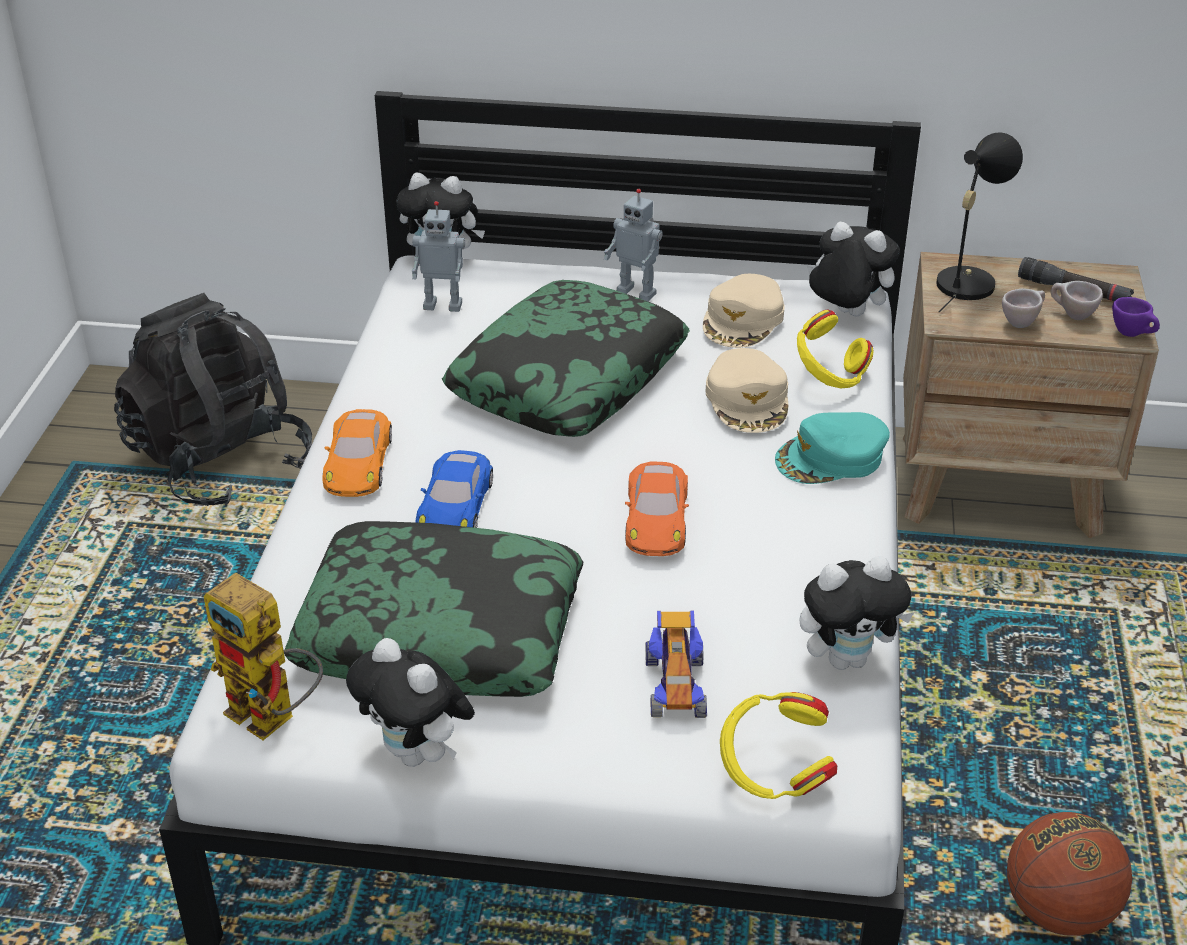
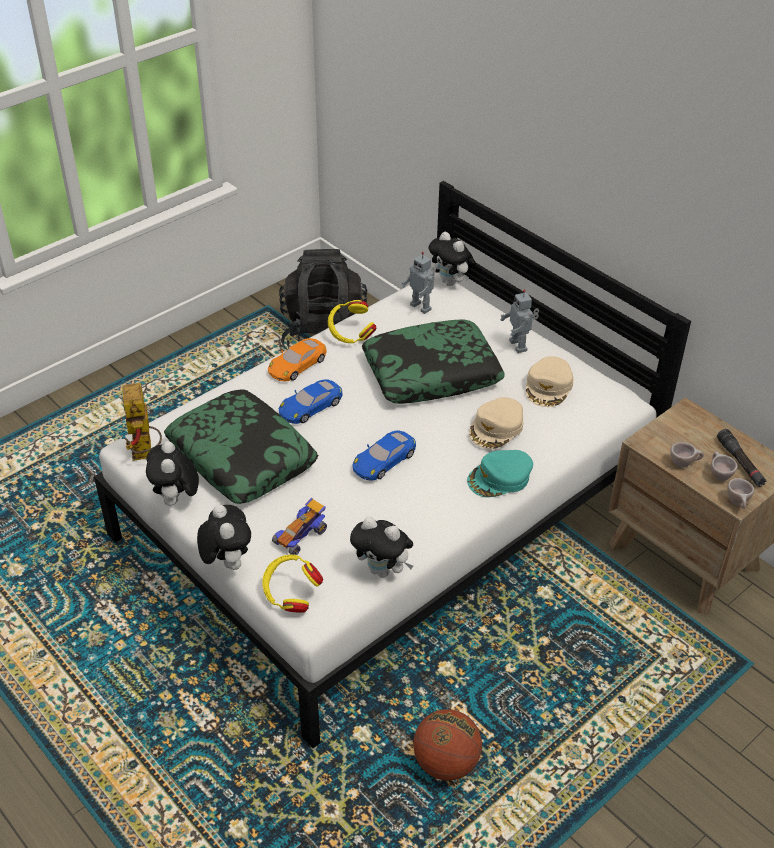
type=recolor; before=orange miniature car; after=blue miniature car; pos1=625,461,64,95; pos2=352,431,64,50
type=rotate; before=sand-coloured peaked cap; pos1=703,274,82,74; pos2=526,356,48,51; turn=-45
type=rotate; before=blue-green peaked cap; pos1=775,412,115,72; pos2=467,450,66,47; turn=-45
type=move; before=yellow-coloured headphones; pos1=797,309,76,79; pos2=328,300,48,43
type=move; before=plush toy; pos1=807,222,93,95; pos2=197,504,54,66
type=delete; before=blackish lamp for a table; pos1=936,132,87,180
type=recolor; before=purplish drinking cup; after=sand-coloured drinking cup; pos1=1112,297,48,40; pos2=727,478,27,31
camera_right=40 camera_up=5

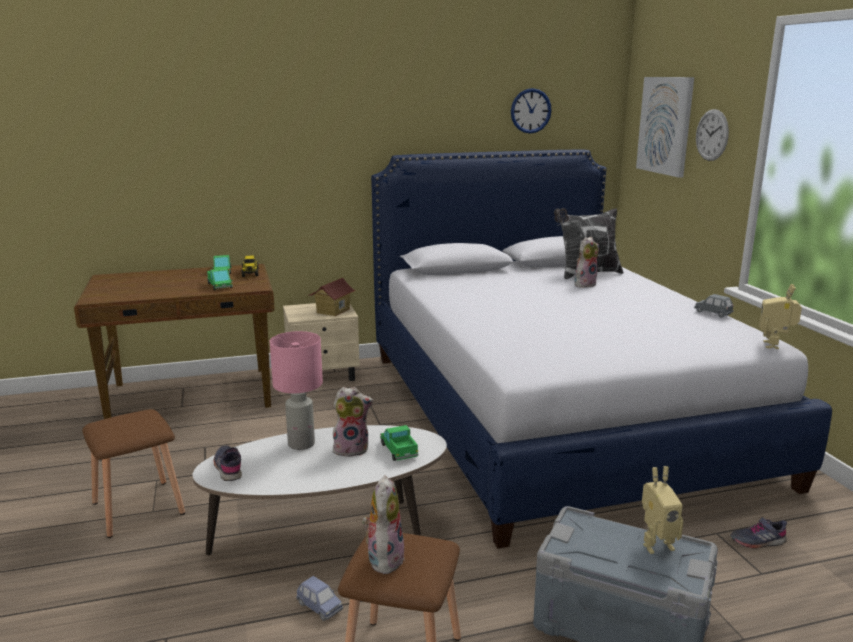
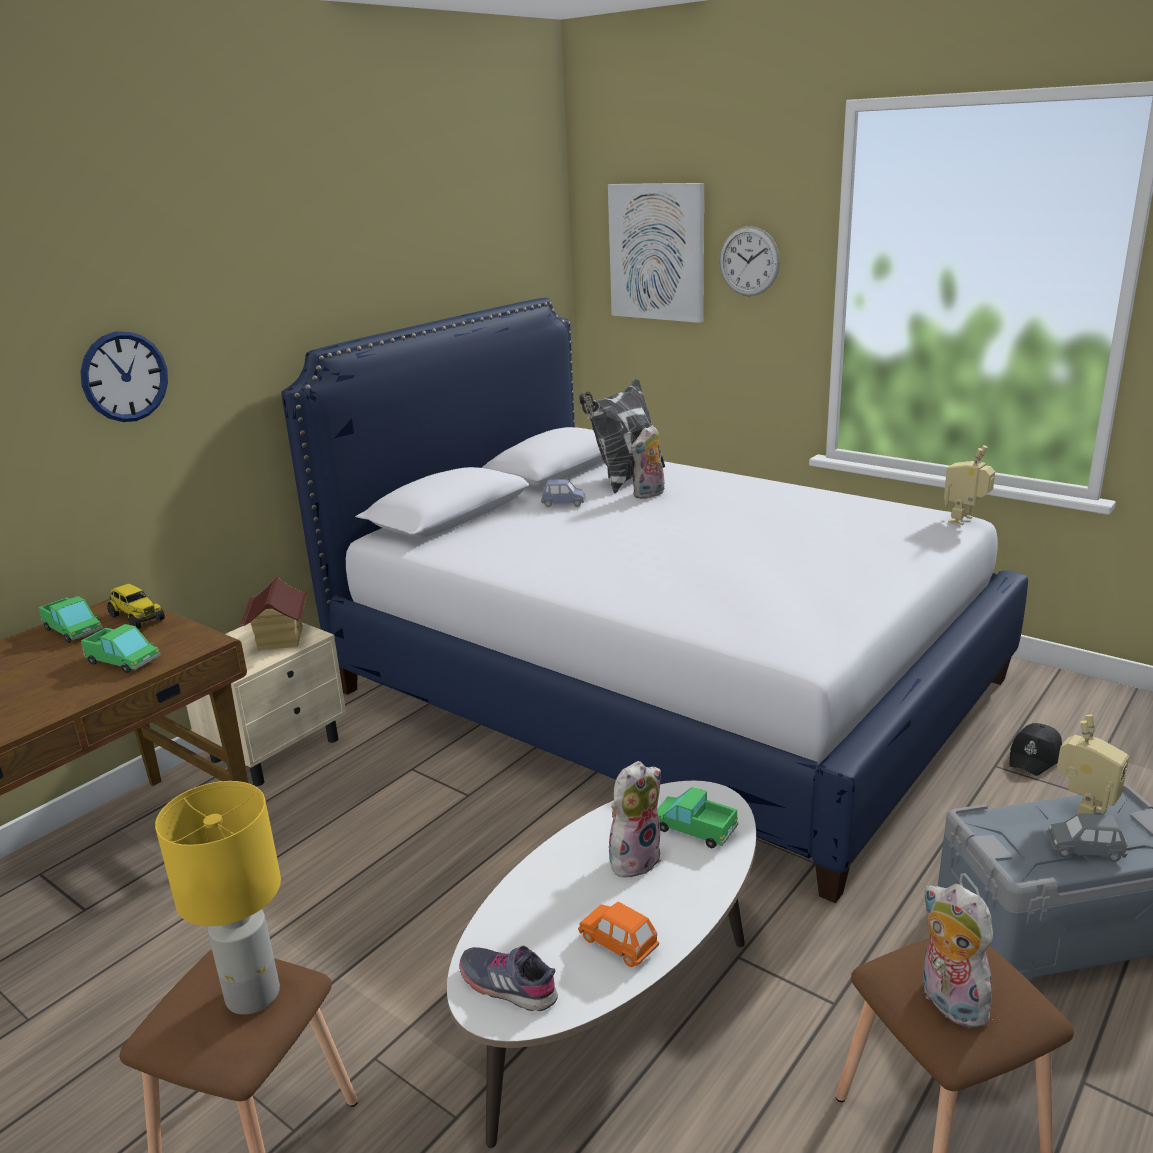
type=delete; before=pink lamp for a table; pos1=270,331,53,119
type=move; before=blue miniature car; pos1=296,576,47,45; pos2=541,479,45,28
type=move; before=clock on the wall; pos1=511,88,41,46; pos2=80,331,88,91
type=rotate; before=plush toy; pos1=574,237,25,51; pos2=631,425,33,74; turn=-150
type=move; before=gray miniature car; pos1=694,294,40,24; pos2=1046,813,82,49
type=replace; before=gray shoe; after=blackish peaked cap; pos1=730,517,57,32; pos2=1009,723,53,53
type=rotate; before=model robot; pos1=759,284,43,65; pos2=944,445,51,80; turn=60
type=insert; after=yellow-coloured lamp for a table; pos2=155,781,126,234
type=insert; after=orange miniature car; pos2=578,902,81,65
camera_right=-35 camera_up=5

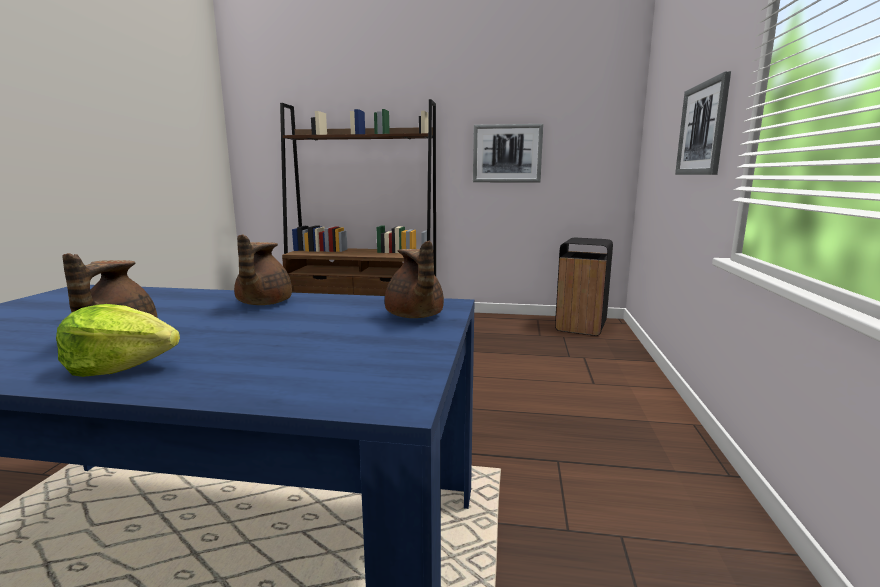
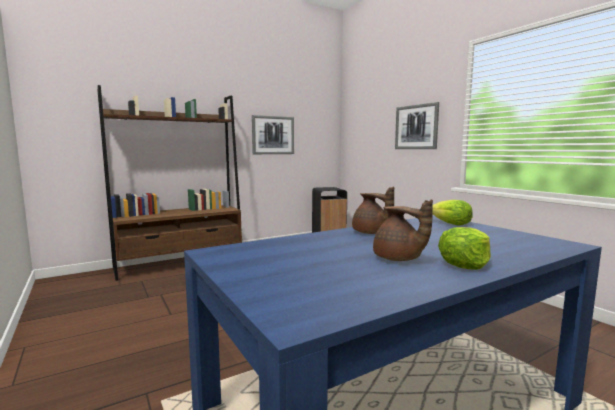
type=replace; before=brown-coloured tea pot; after=lettuce; pos1=385,241,59,77; pos2=432,200,41,26
camera_right=-40 camera_up=-5

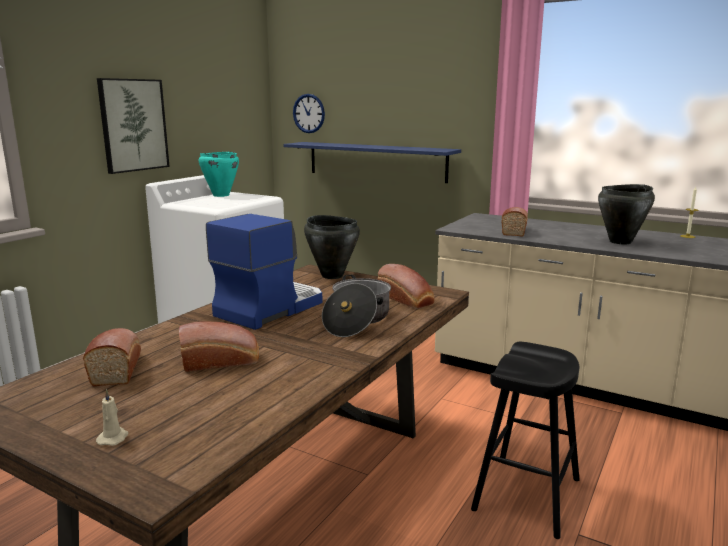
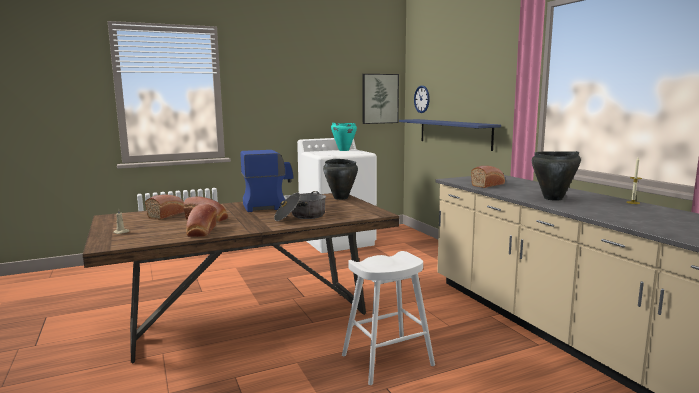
type=move; before=wall art; pos1=97,78,73,96; pos2=362,74,37,50
type=move; before=bread; pos1=378,264,57,45; pos2=186,204,31,33
type=recolor; before=blackish stool seat; after=whitish stool seat; pos1=471,342,109,197; pos2=342,251,93,134
camera_right=35 camera_up=-5

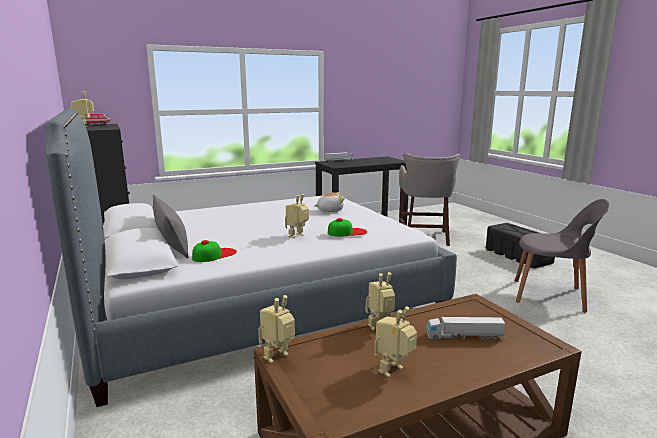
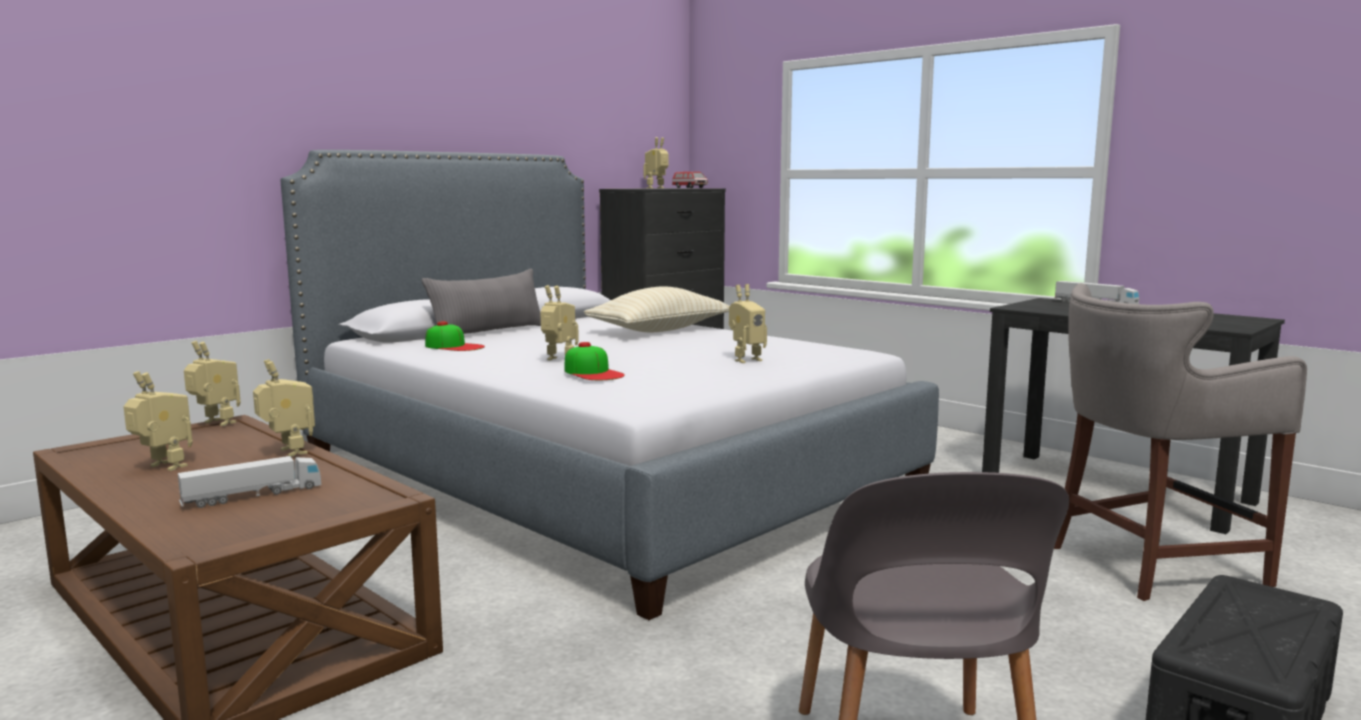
type=replace; before=plush toy; after=model robot; pos1=314,192,31,20; pos2=729,284,38,79
type=rotate; before=toy lorry; pos1=427,317,79,23; pos2=178,456,143,52; turn=75
type=insert; after=sand-coloured pillow; pos2=584,286,146,47
camera_right=70 camera_up=-5

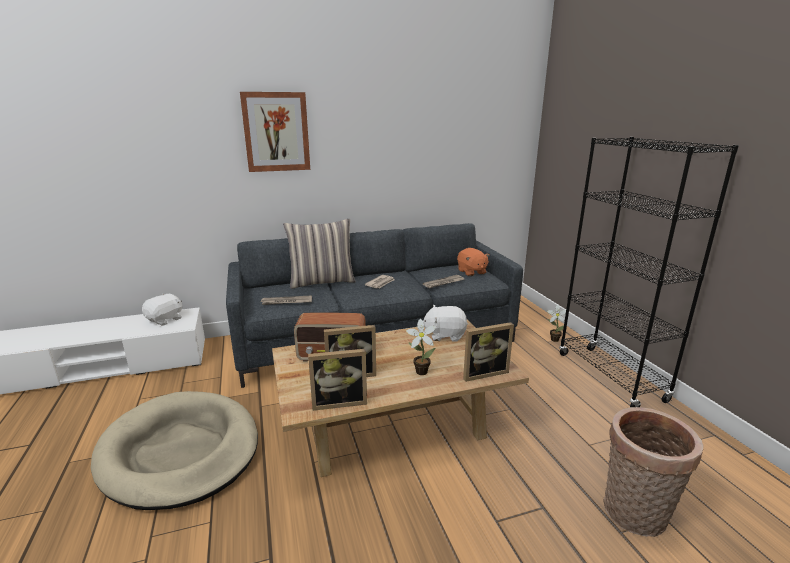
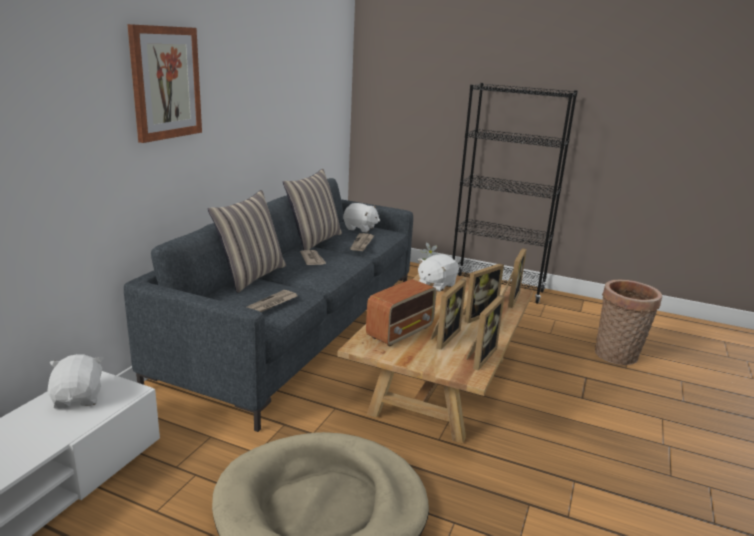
type=replace; before=potted plant; after=standing frame; pos1=406,319,30,56; pos2=463,263,41,60
type=recolor; before=orange plush toy; after=whitish plush toy; pos1=457,248,33,28; pos2=343,203,37,29
type=insert; after=pillow; pos2=283,169,59,81
camera_right=-50 camera_up=0

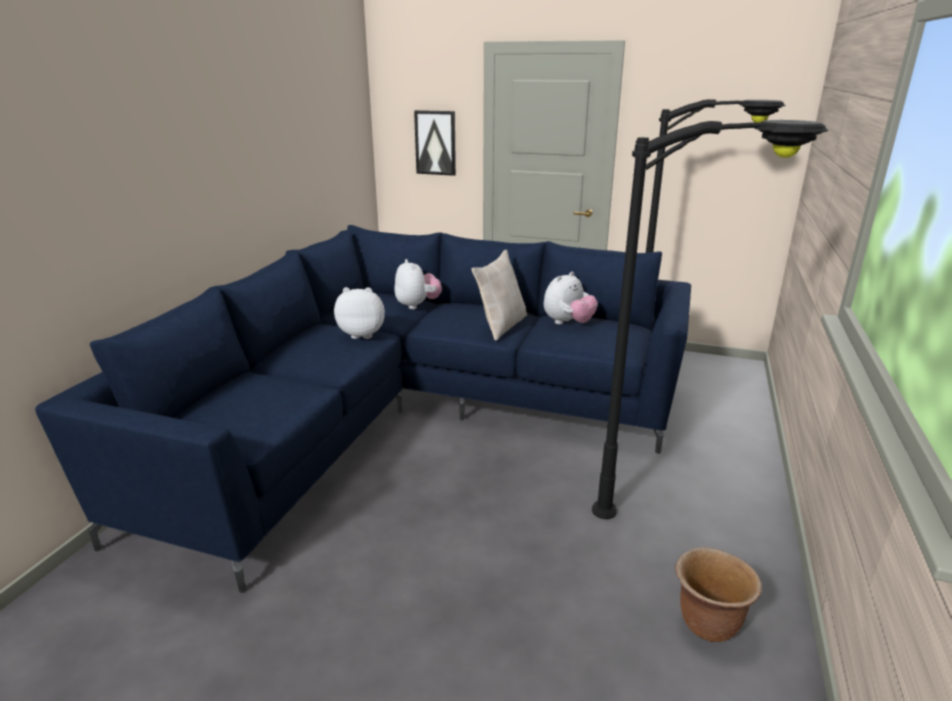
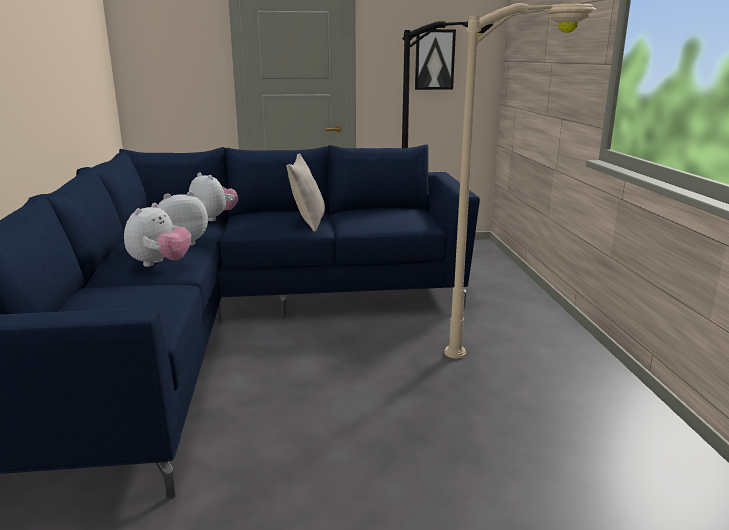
type=move; before=wall art; pos1=414,110,42,66; pos2=415,29,41,61
type=move; before=plush toy; pos1=544,272,54,52; pos2=124,203,67,64
type=recolor; before=blackish floor lamp; after=sand-coloured floor lamp; pos1=592,120,236,399; pos2=444,3,152,356
type=delete; before=brown-coloured plant pot; pos1=675,547,87,95
camera_right=-25 camera_up=-5

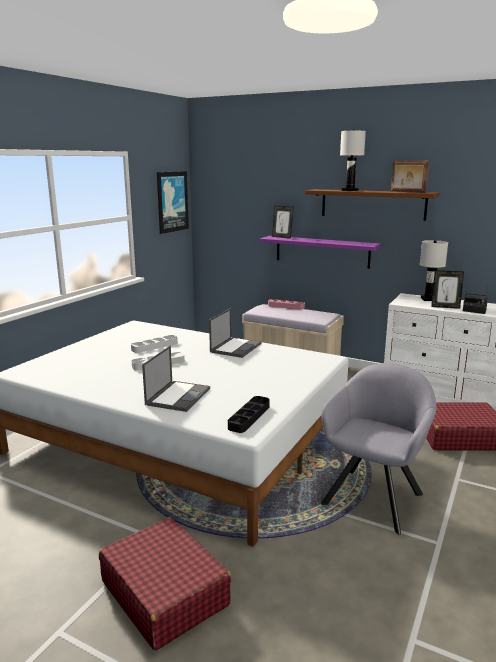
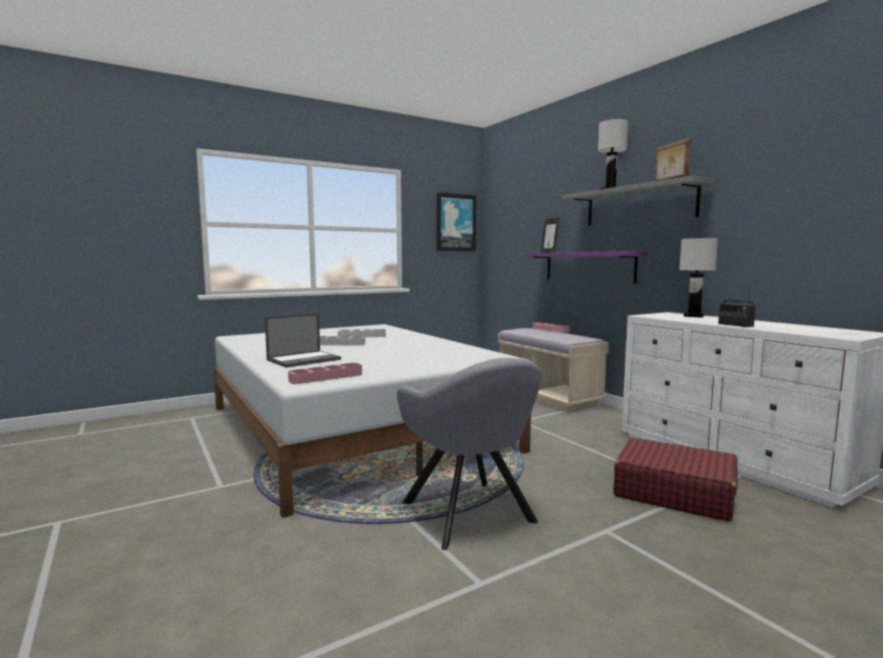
type=delete; before=reddish piece of luggage; pos1=99,517,133,134
type=delete; before=laptop; pos1=209,308,53,50
type=recolor; before=blackish serving tray; after=pink serving tray; pos1=228,396,42,37; pos2=288,363,74,21
type=recolor; before=brown-coloured bracket shelf; after=gray bracket shelf; pos1=305,189,135,32; pos2=562,176,152,49
type=rotate; before=gray armchair; pos1=321,363,116,172; pos2=397,358,145,192; turn=90
type=delete; before=standing frame; pos1=431,270,33,39
camera_right=30 camera_up=-10

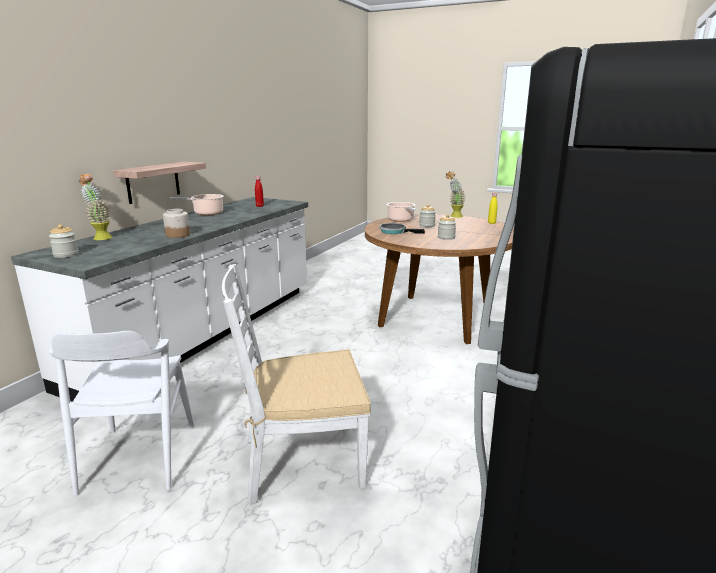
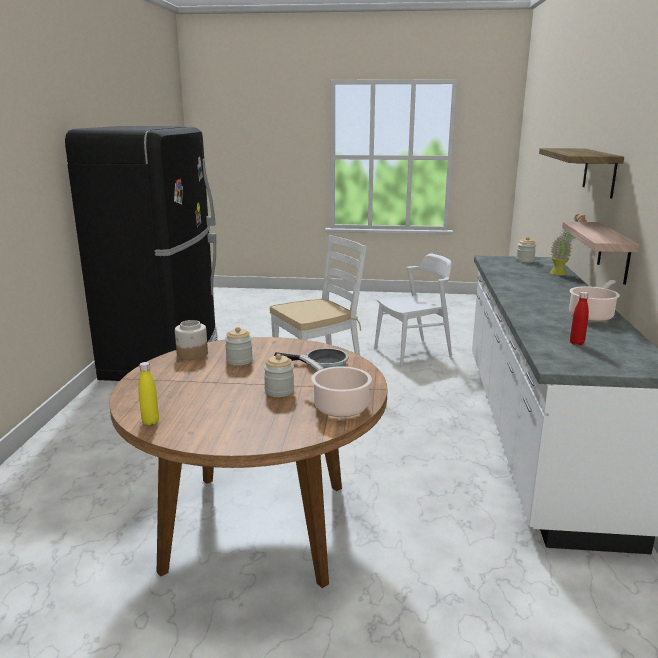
type=rotate; before=whitish upright chair; pos1=49,331,145,165; pos2=374,254,78,113; turn=90
type=move; before=preserve jar; pos1=163,209,27,29; pos2=175,320,33,40
type=delete; before=potted plant; pos1=446,171,19,47
type=insert; after=bracket shelf; pos2=539,148,85,51
camera_right=160 camera_up=0

